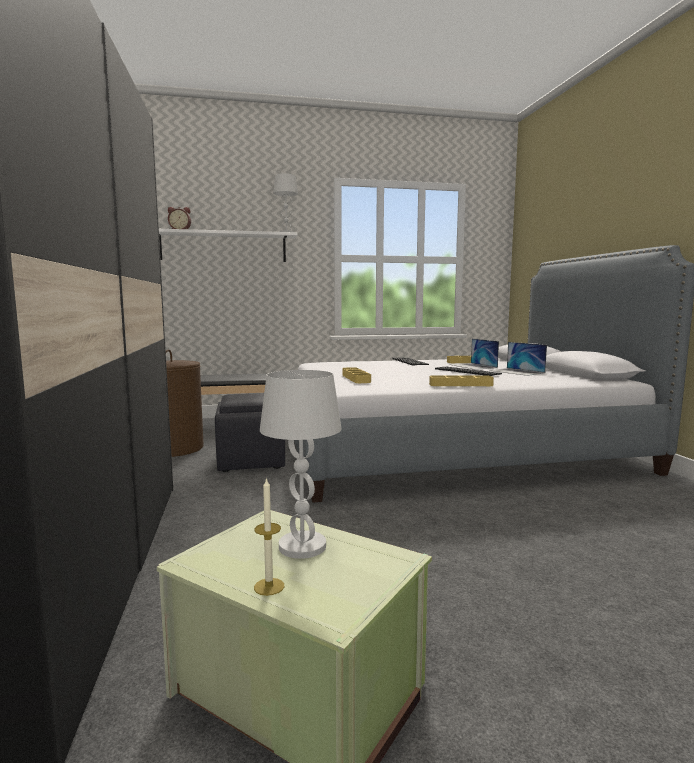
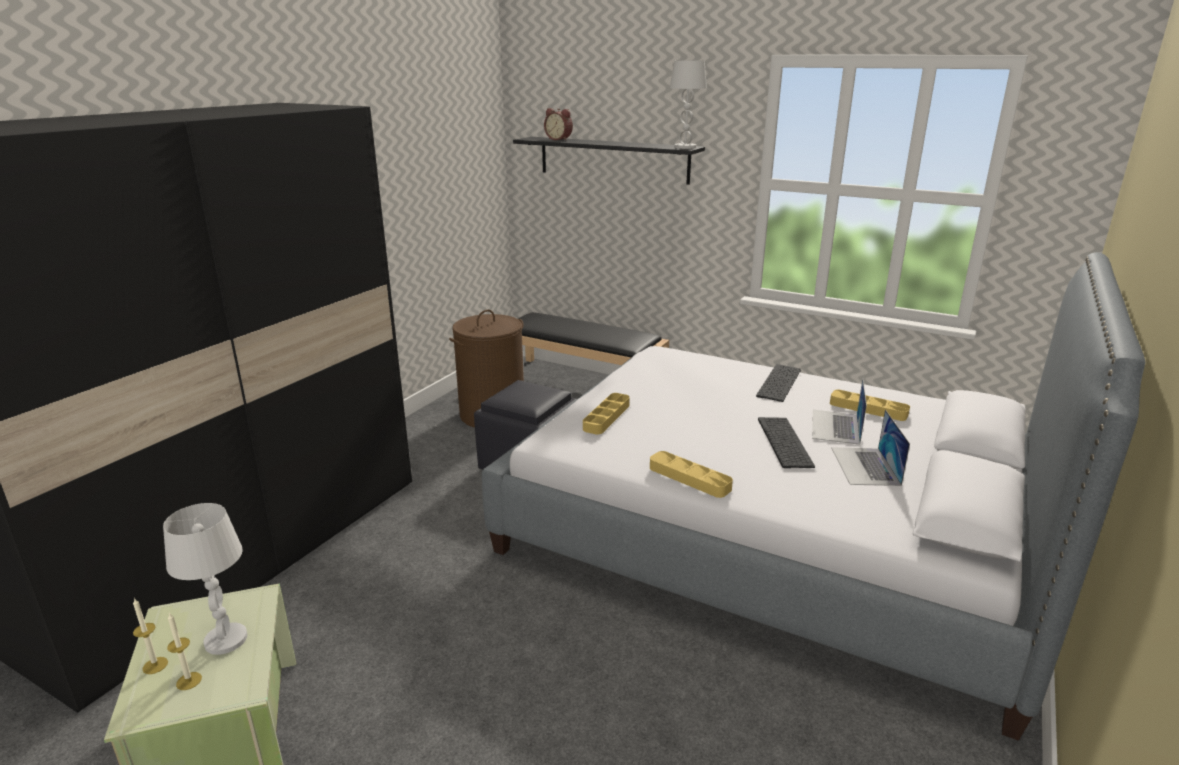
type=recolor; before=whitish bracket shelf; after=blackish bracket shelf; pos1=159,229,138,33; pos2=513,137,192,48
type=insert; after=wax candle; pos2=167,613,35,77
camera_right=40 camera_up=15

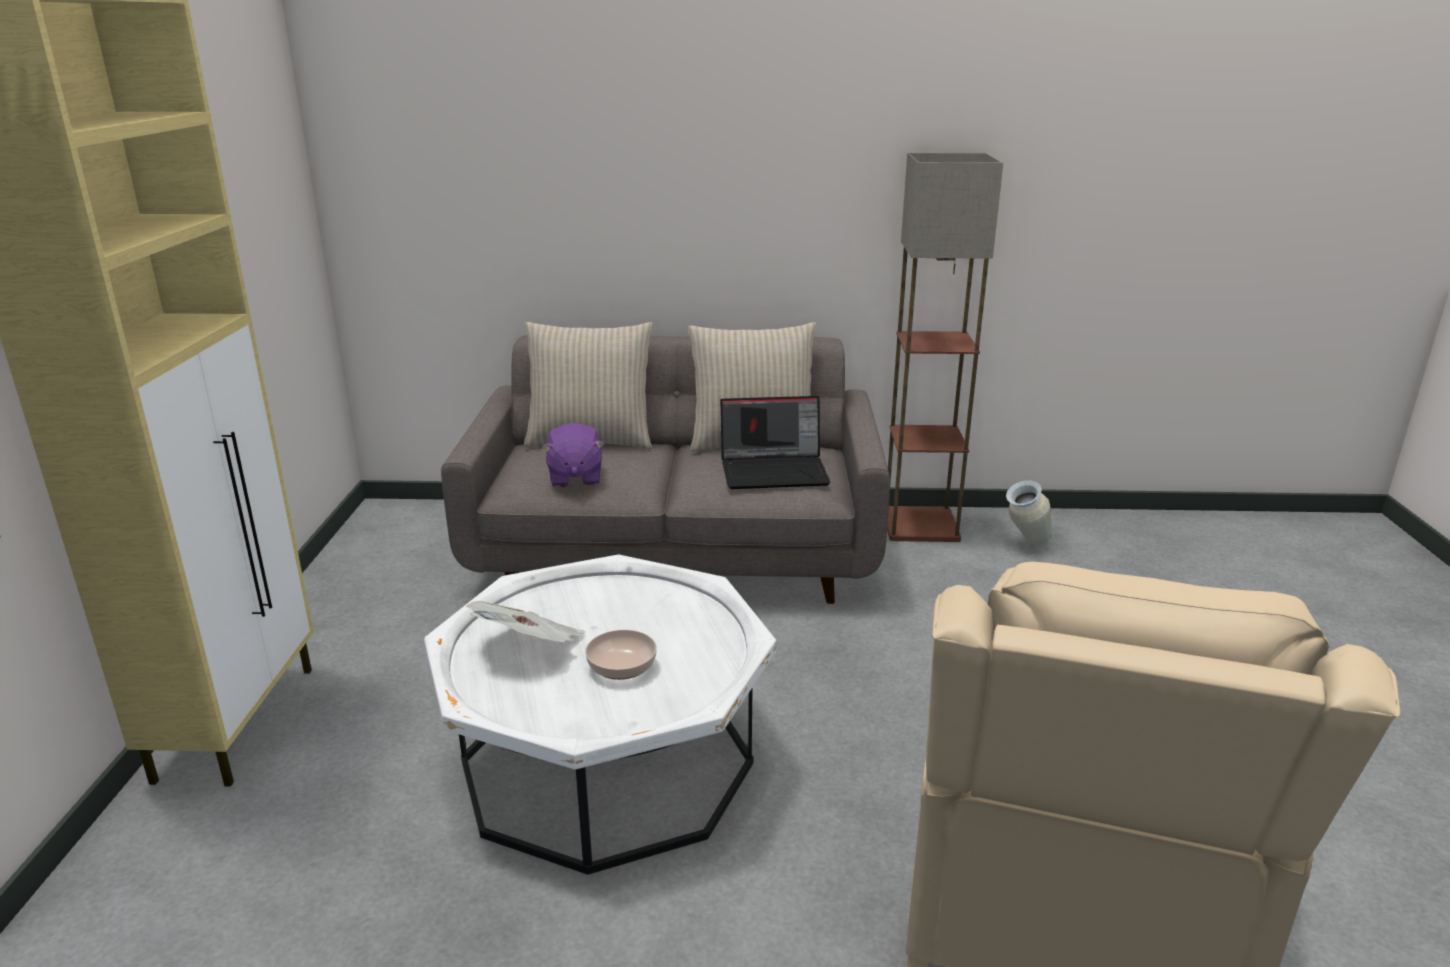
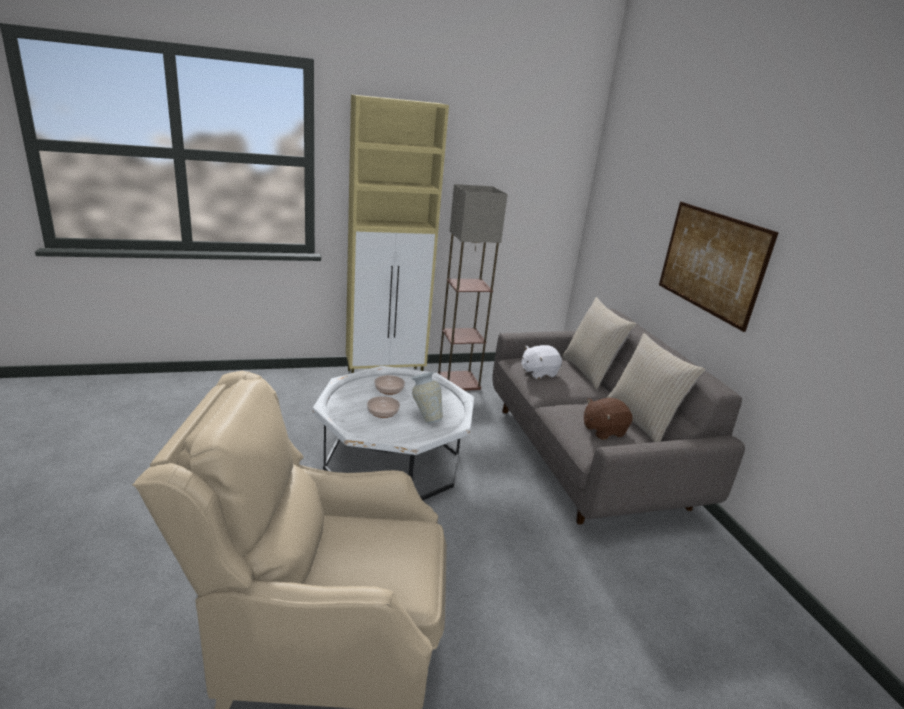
type=replace; before=daily paper; after=serving bowl; pos1=467,601,118,42; pos2=374,375,31,20
type=recolor; before=purplish plush toy; after=whitish plush toy; pos1=542,423,63,65; pos2=522,345,40,34
type=replace; before=laptop; after=brown-coloured plush toy; pos1=720,396,110,93; pos2=584,398,49,42
type=move; before=floor lamp; pos1=887,153,116,389; pos2=437,184,71,207
type=move; before=decorative vase; pos1=1006,480,46,65; pos2=410,372,33,52
type=insert; after=wall art; pos2=659,202,120,130
camera_right=70 camera_up=0

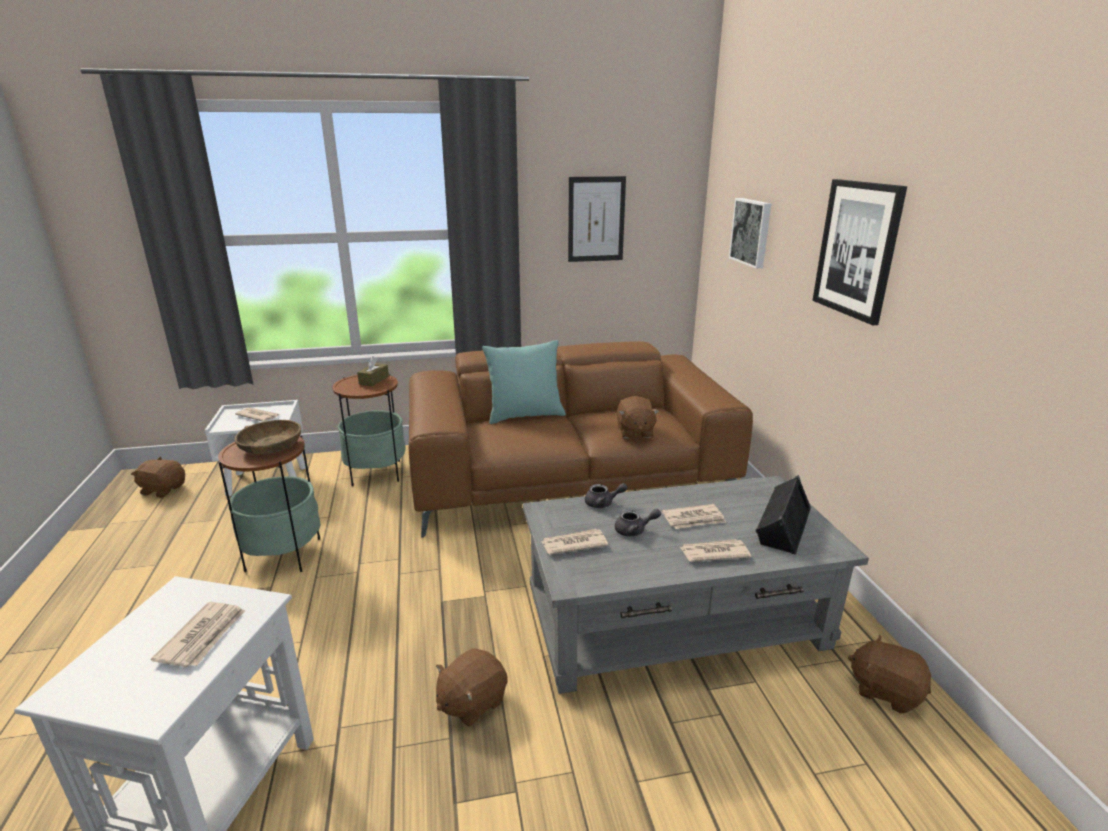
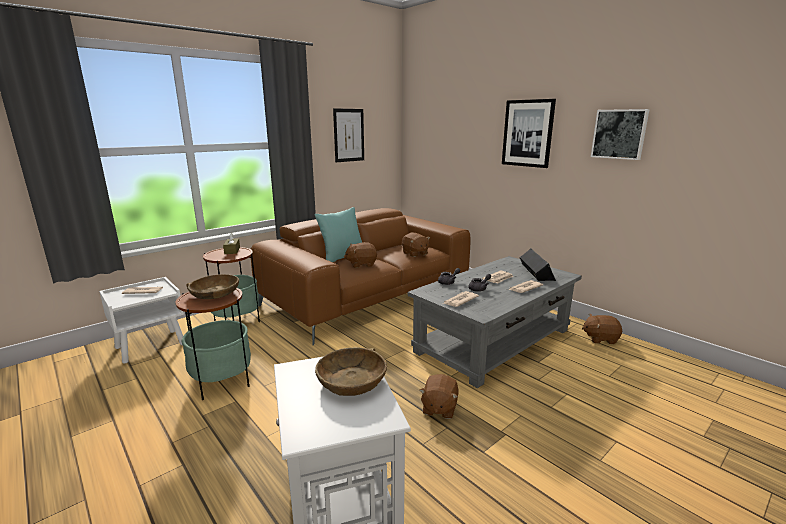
type=move; before=brown-coloured plush toy; pos1=131,457,54,41; pos2=344,242,33,26
type=replace; before=daily paper; after=brown-coloured serving bowl; pos1=151,602,94,66; pos2=315,347,72,49
type=move; before=wall art; pos1=729,198,42,71; pos2=591,109,59,51
camera_right=-30 camera_up=-5

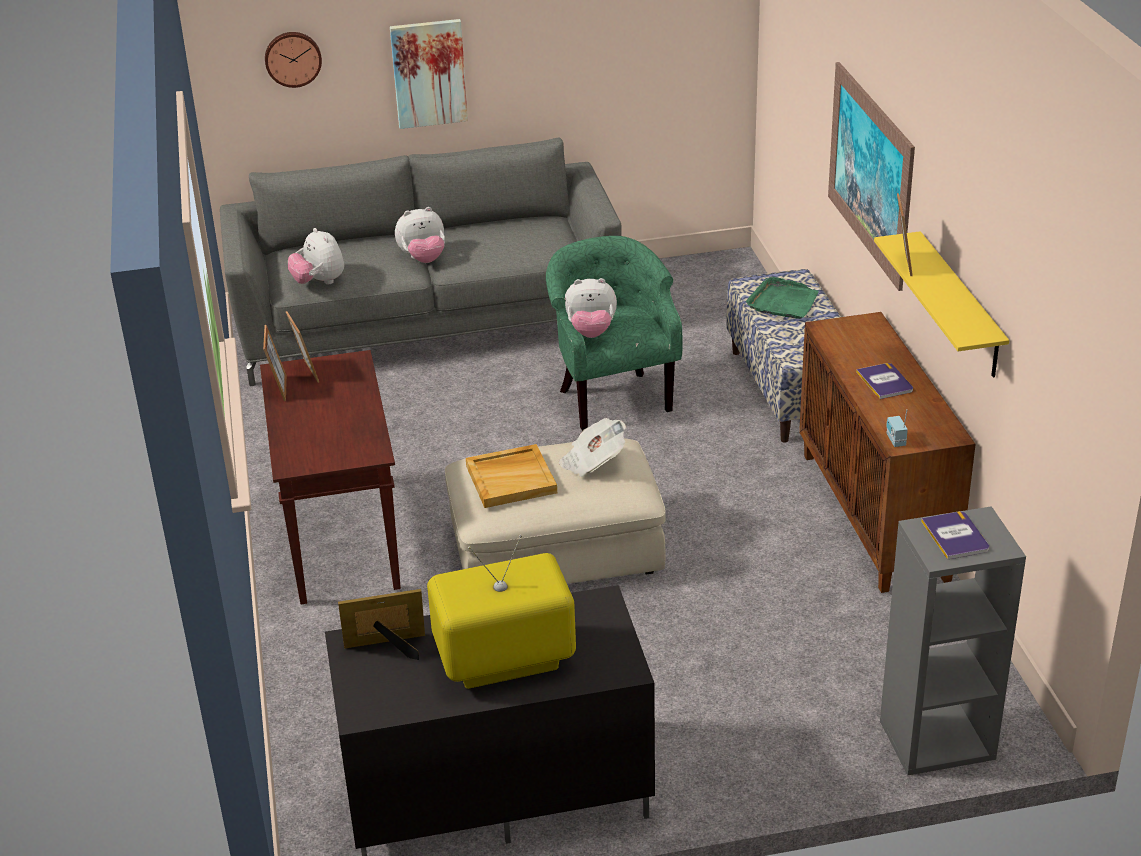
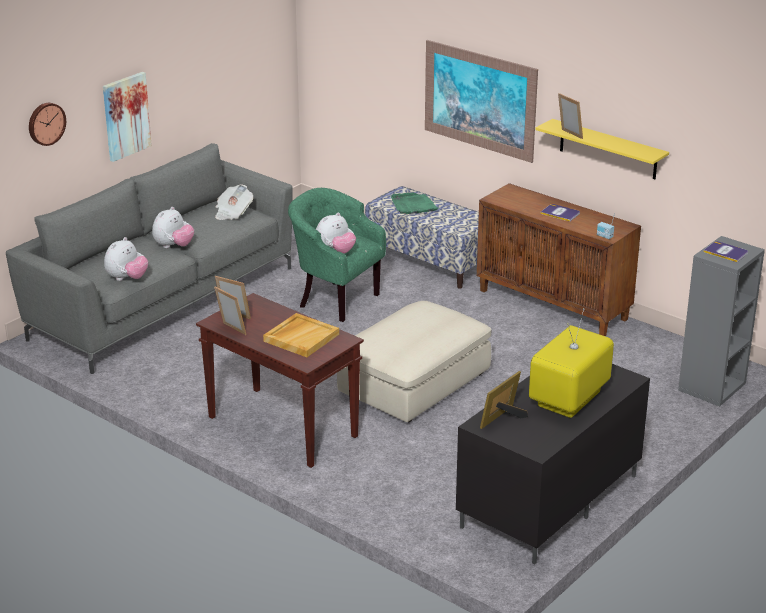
type=rotate; before=plush toy; pos1=288,228,56,56; pos2=104,237,44,44; turn=-75
type=move; before=sand-coloured serving tray; pos1=466,444,91,64; pos2=263,313,76,44
type=move; before=daily paper; pos1=559,418,67,59; pos2=215,184,38,36
camera_right=-40 camera_up=-5

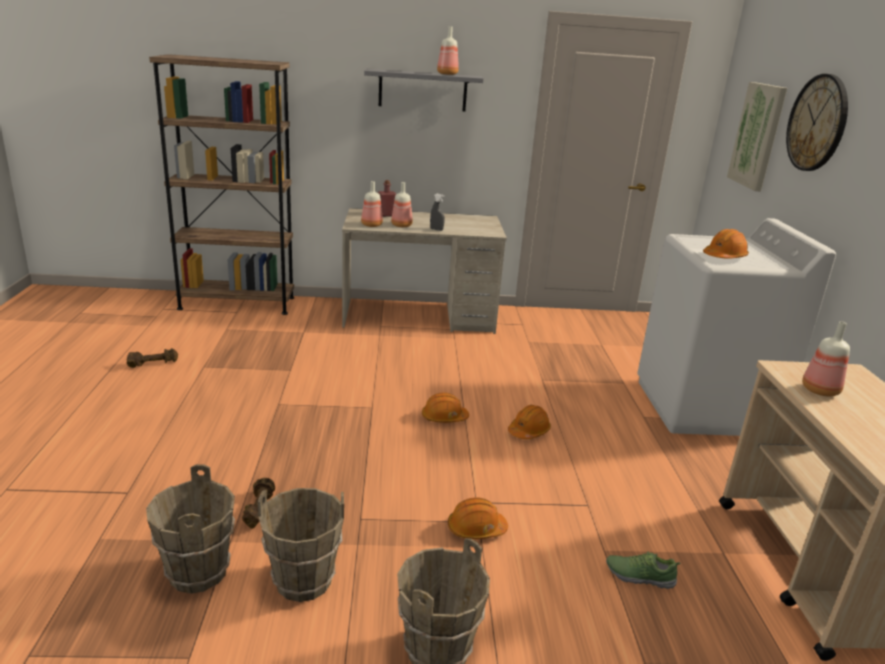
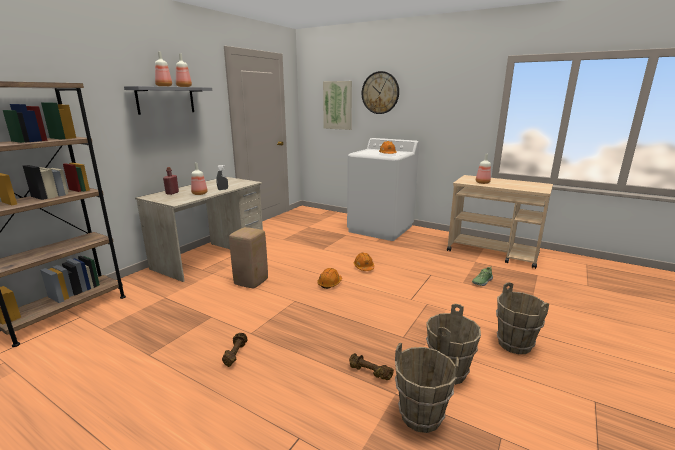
type=move; before=brown-coloured dumbbell; pos1=127,348,51,20; pos2=222,333,26,34
type=move; before=beverage bottle; pos1=361,181,22,46; pos2=155,51,17,36
type=delete; before=orange work helmet; pos1=448,497,60,42
type=insert; after=sand-coloured stool seat; pos2=229,227,39,61
camera_right=-55 camera_up=-5

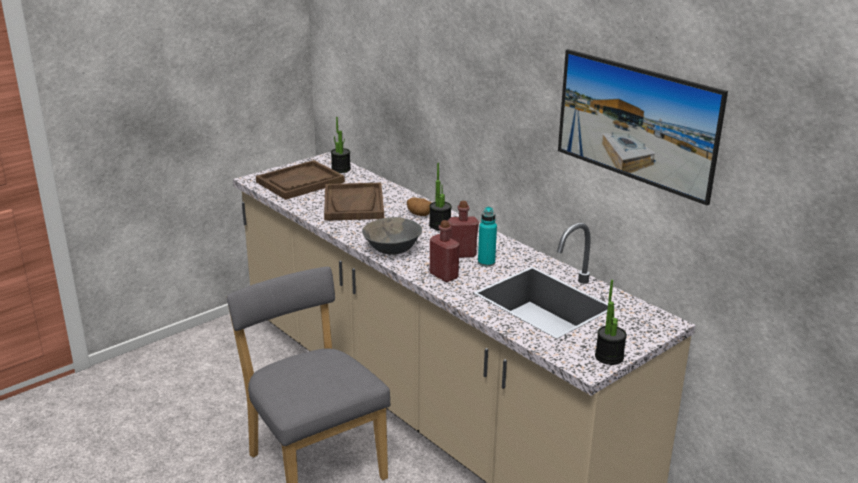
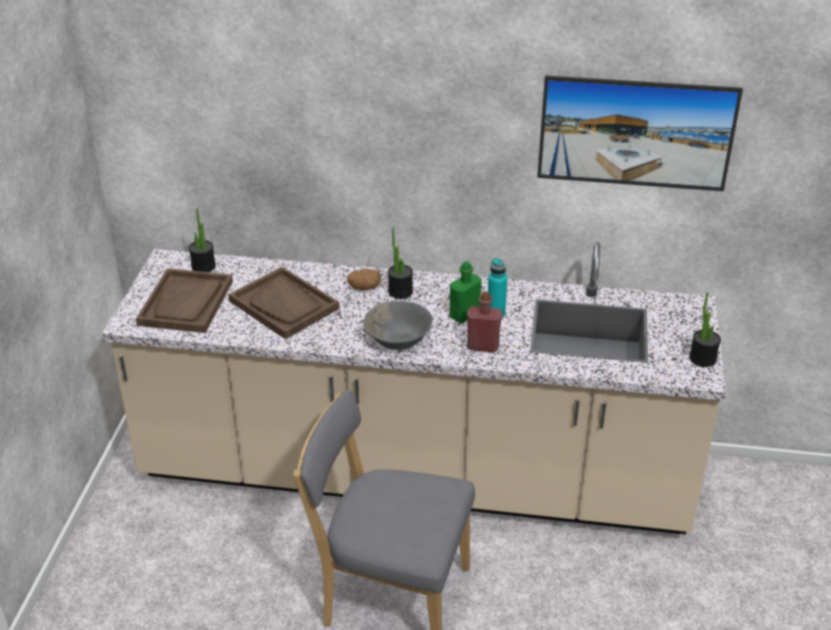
type=recolor; before=reddish beverage bottle; after=green-coloured beverage bottle; pos1=448,201,31,57; pos2=450,261,32,62
camera_right=-40 camera_up=10

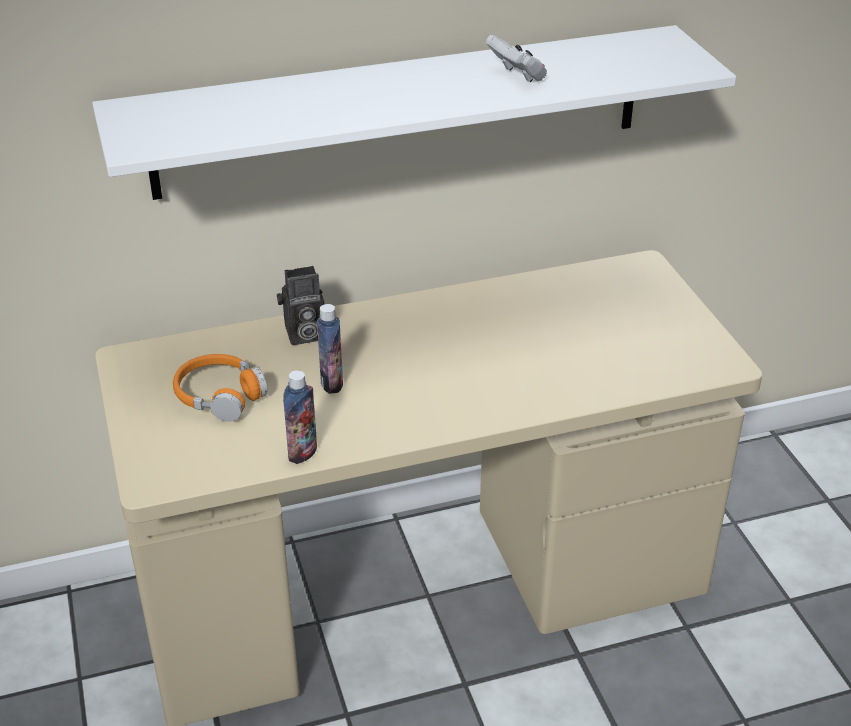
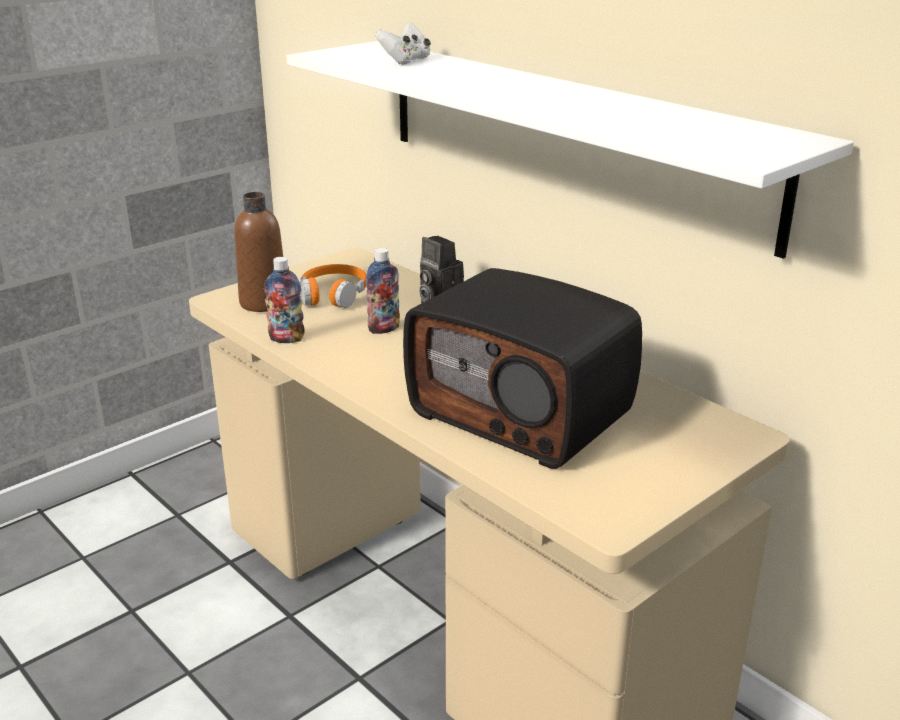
type=move; before=whitish gamepad; pos1=486,35,61,47; pos2=376,22,55,43
type=insert; after=brown-coloured beverage bottle; pos2=234,192,49,120
type=insert; after=radio; pos2=403,268,239,201
camera_right=65 camera_up=-10

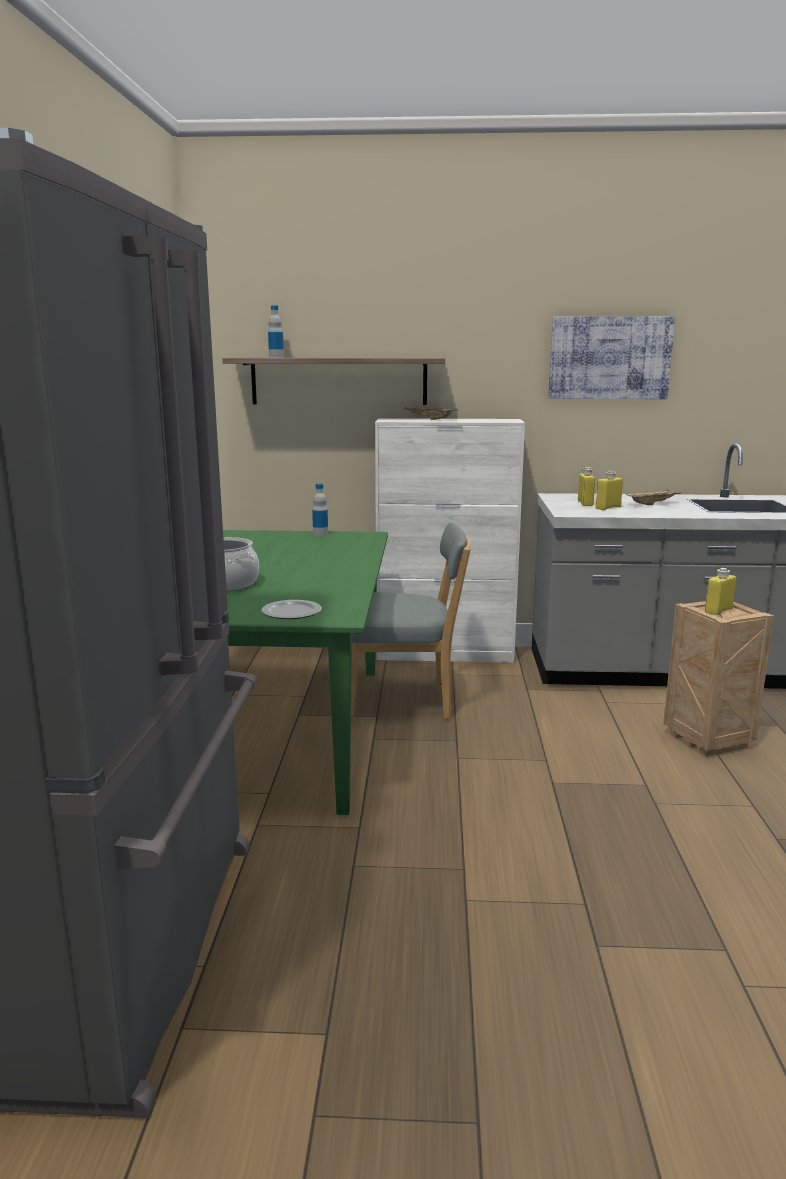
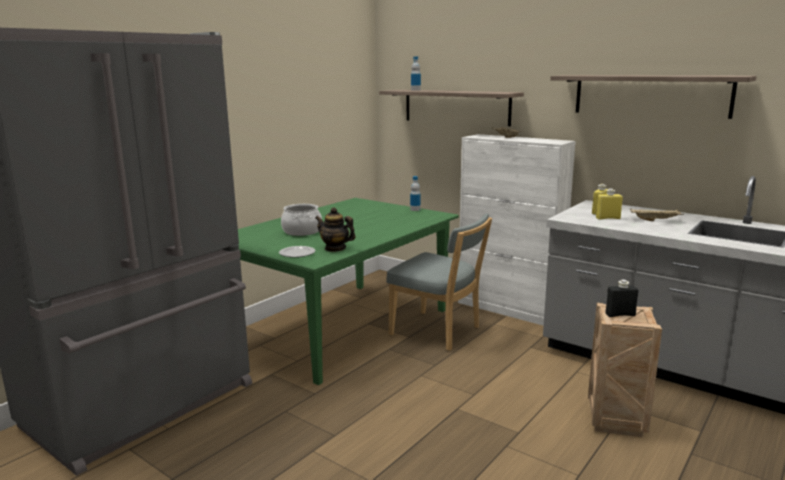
type=replace; before=wall art; after=bracket shelf; pos1=548,316,127,83; pos2=550,75,207,44
type=recolor; before=yellow-coloured beverage bottle; after=blackish beverage bottle; pos1=705,568,31,47; pos2=605,280,33,37
type=insert; after=tea pot; pos2=315,207,41,45
camera_right=35 camera_up=0

